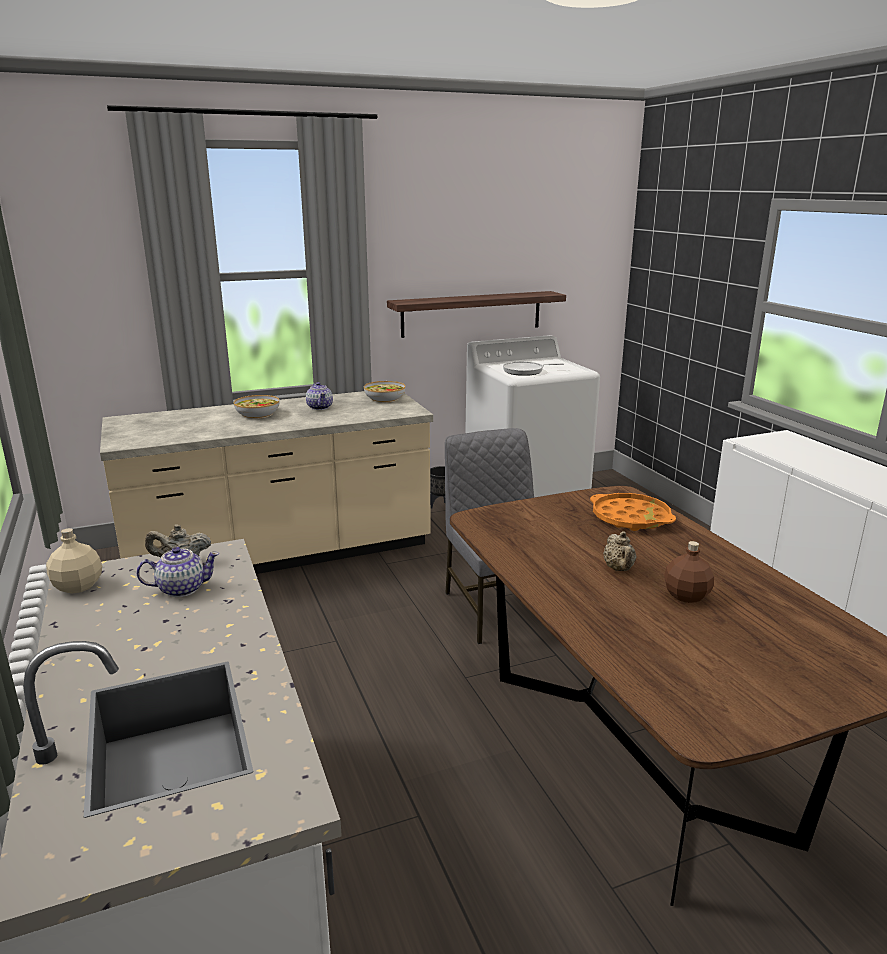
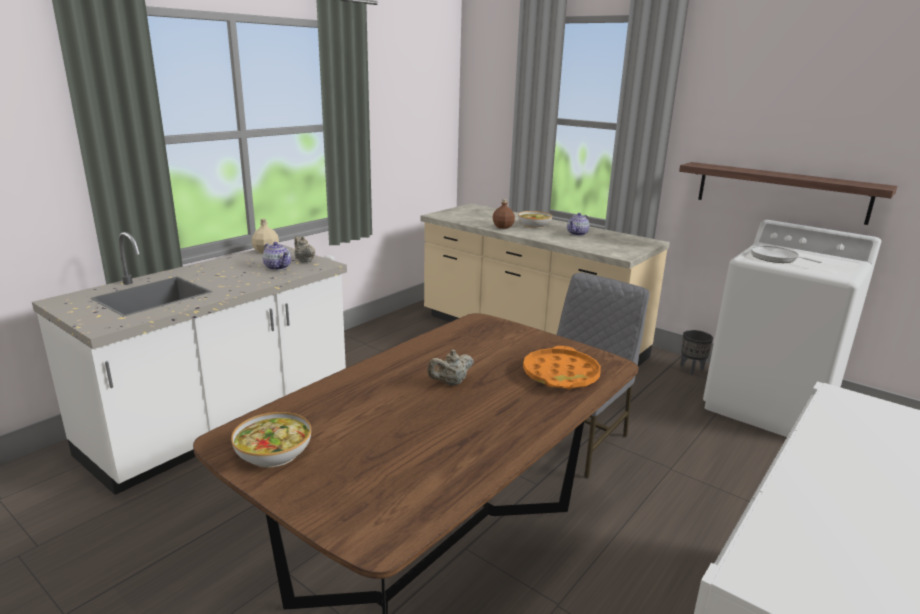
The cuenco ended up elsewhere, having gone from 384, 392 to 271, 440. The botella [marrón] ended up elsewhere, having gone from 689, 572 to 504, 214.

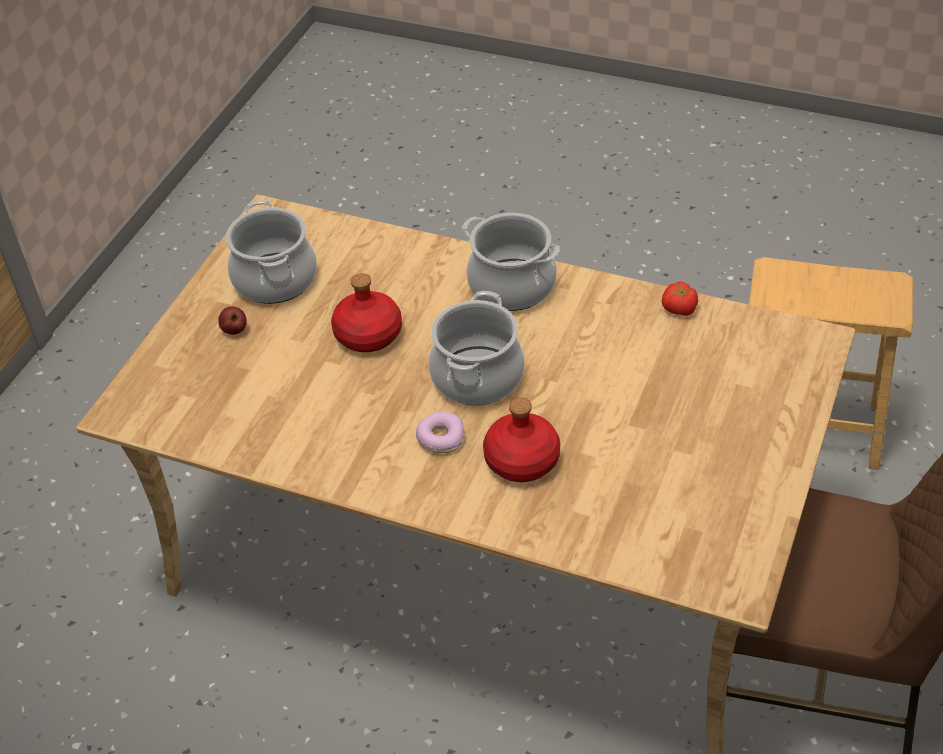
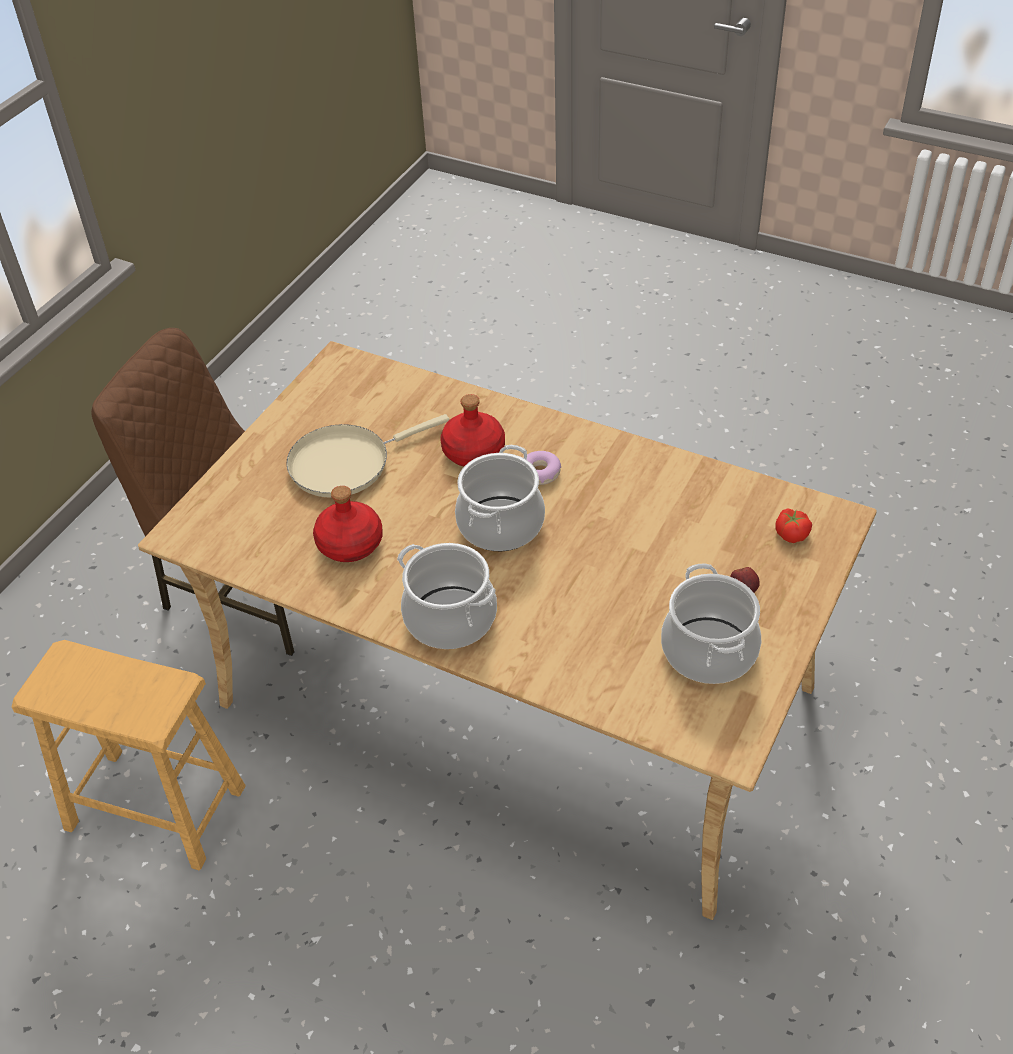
The second view gained the sartén [beis] at 368, 456. The botella [rojo] ended up elsewhere, having gone from 366, 312 to 348, 524. The tomate ended up elsewhere, having gone from 680, 298 to 794, 526.

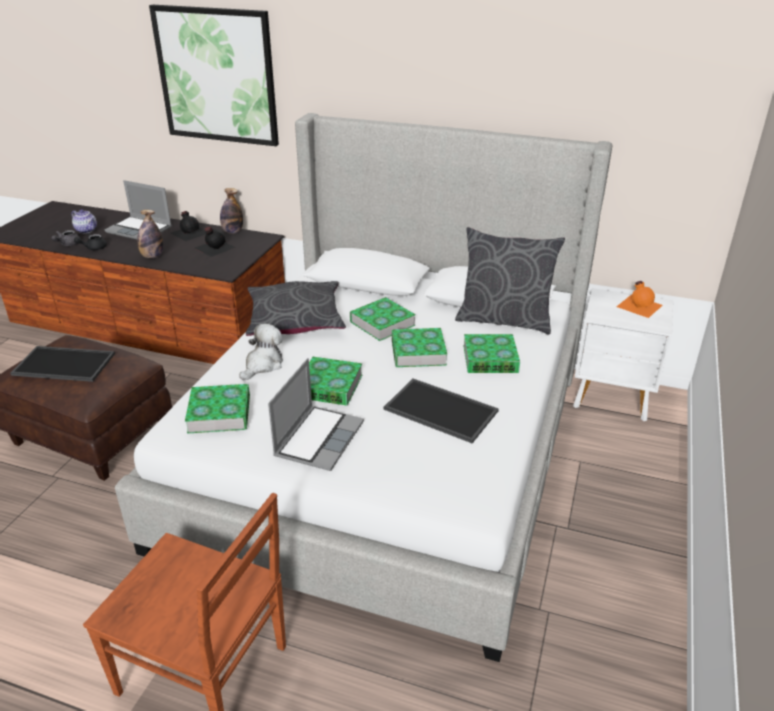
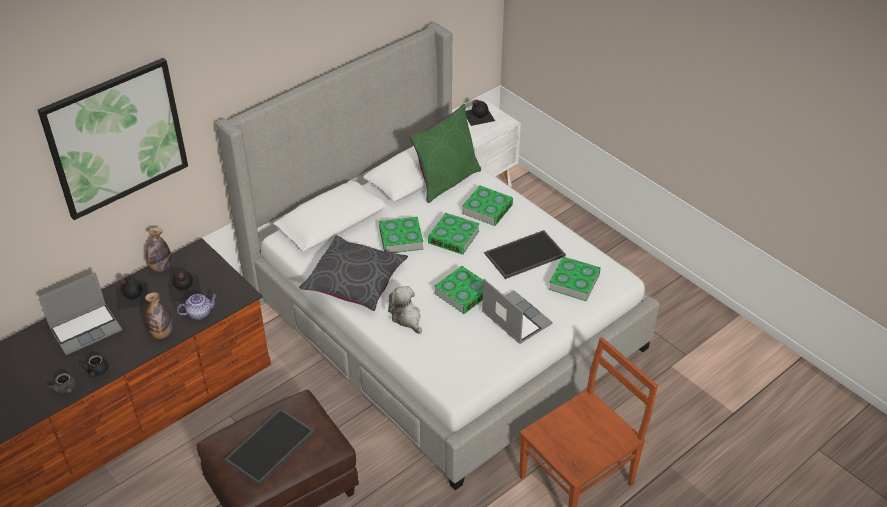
The tetera ended up elsewhere, having gone from 84, 221 to 197, 307. The libro ended up elsewhere, having gone from 217, 409 to 575, 279. What was the cojín [gris] at 510, 281 turned into the cojín [verde] at 445, 153. What was the botella [naranja] at 640, 299 turned into the botella [negro] at 480, 113.

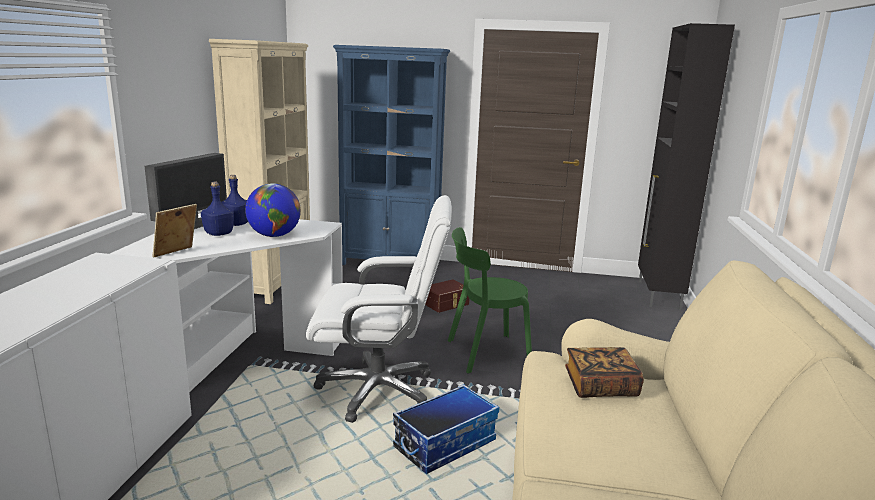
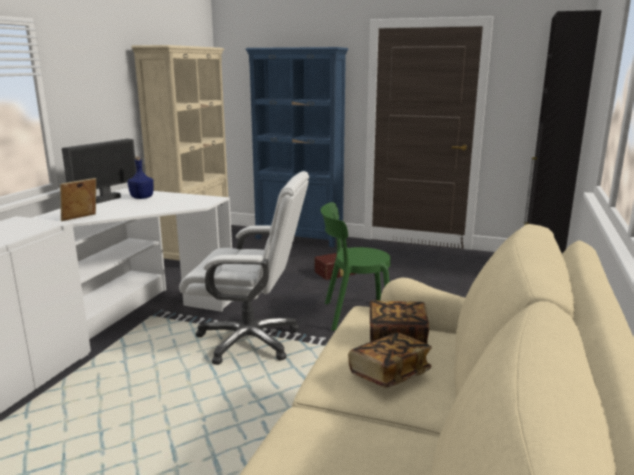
The second view lost the botella [azul] at 217, 209. The second view lost the globo terráqueo at 273, 210. The second view lost the caja de almacenaje at 446, 429. The second view gained the libro at 390, 360.

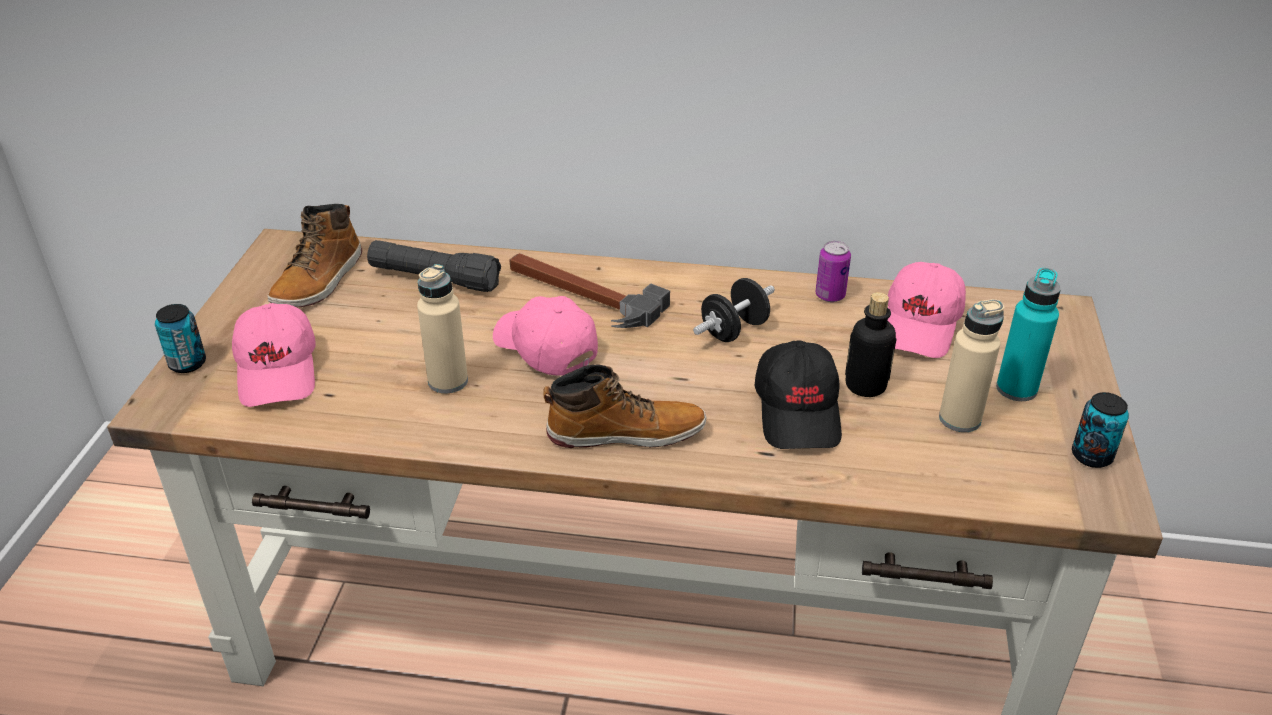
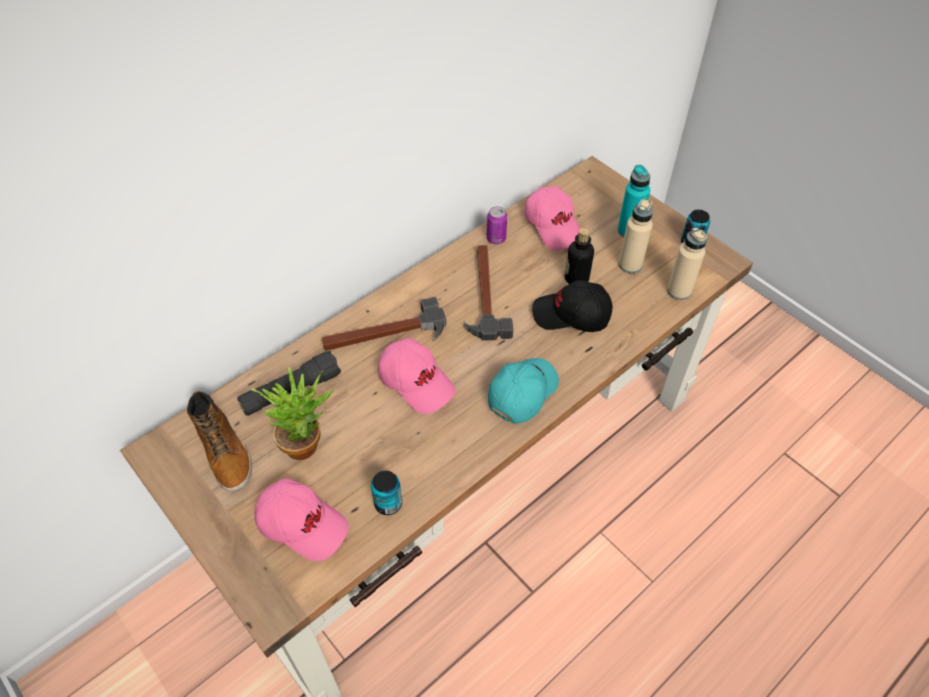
The second view gained the planta en maceta at 292, 413. The lata ended up elsewhere, having gone from 180, 338 to 386, 492. The botella [beis] ended up elsewhere, having gone from 442, 328 to 687, 263. Where the bota stood at 625, 406, the gorra [turquesa] came to stand at 523, 391. Where the mancuerna [negro] stood at 734, 310, the martillo came to stand at 488, 293. The gorra [rosa] at 545, 336 ended up facing another way, 135 degrees counterclockwise from before. The gorra [negro] at 798, 394 ended up facing another way, 150 degrees clockwise from before.

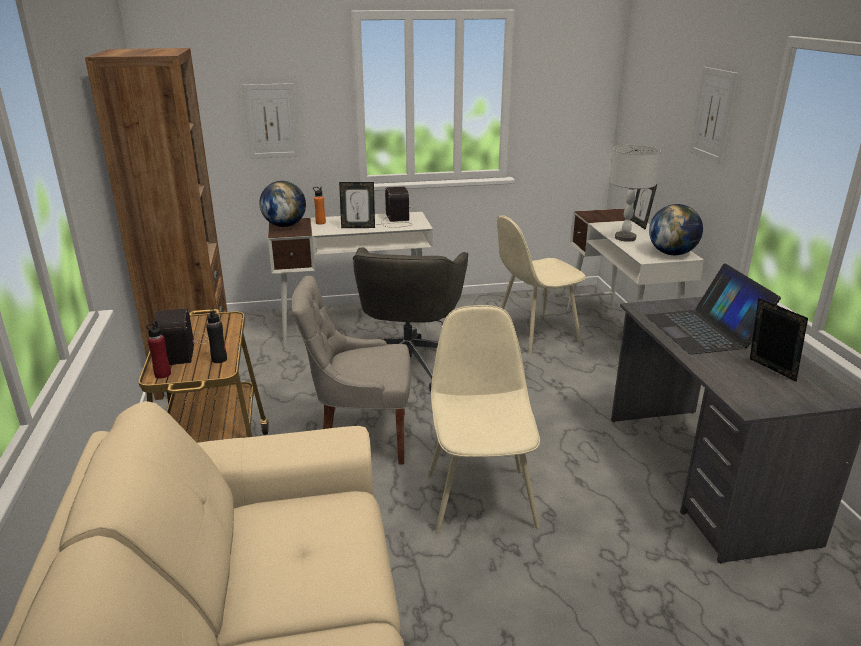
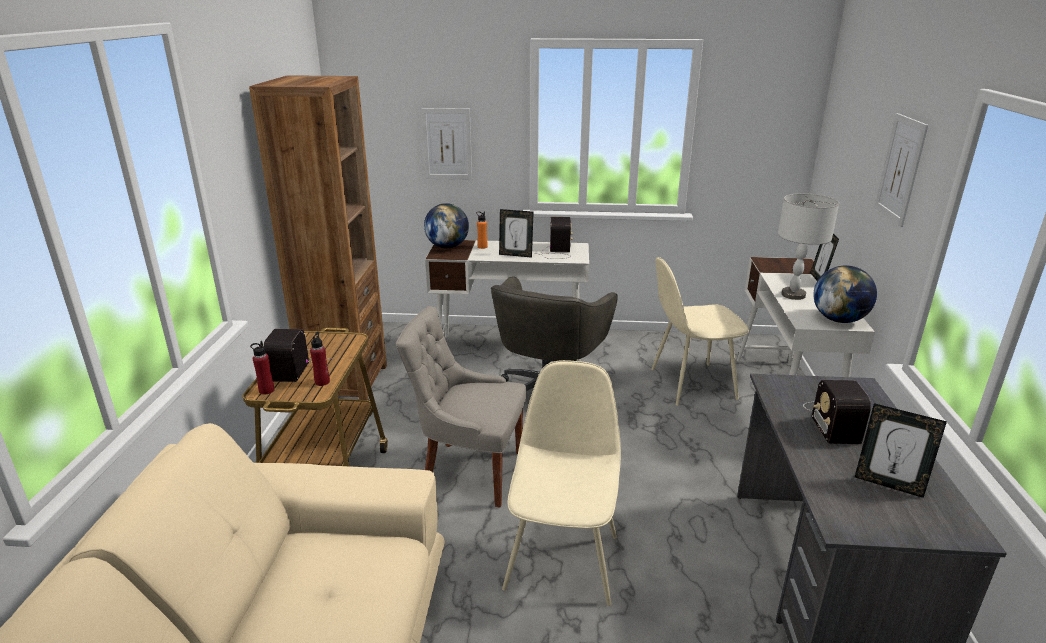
Where the portátil stood at 713, 308, the radio came to stand at 837, 412. What was the botella [negro] at 216, 334 turned into the botella [rojo] at 320, 359. The portarretratos at 779, 340 ended up facing another way, 135 degrees clockwise from before.

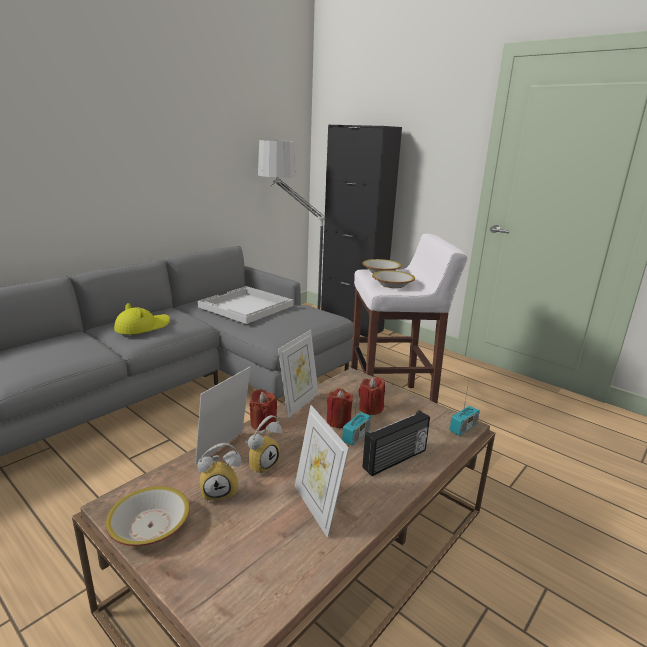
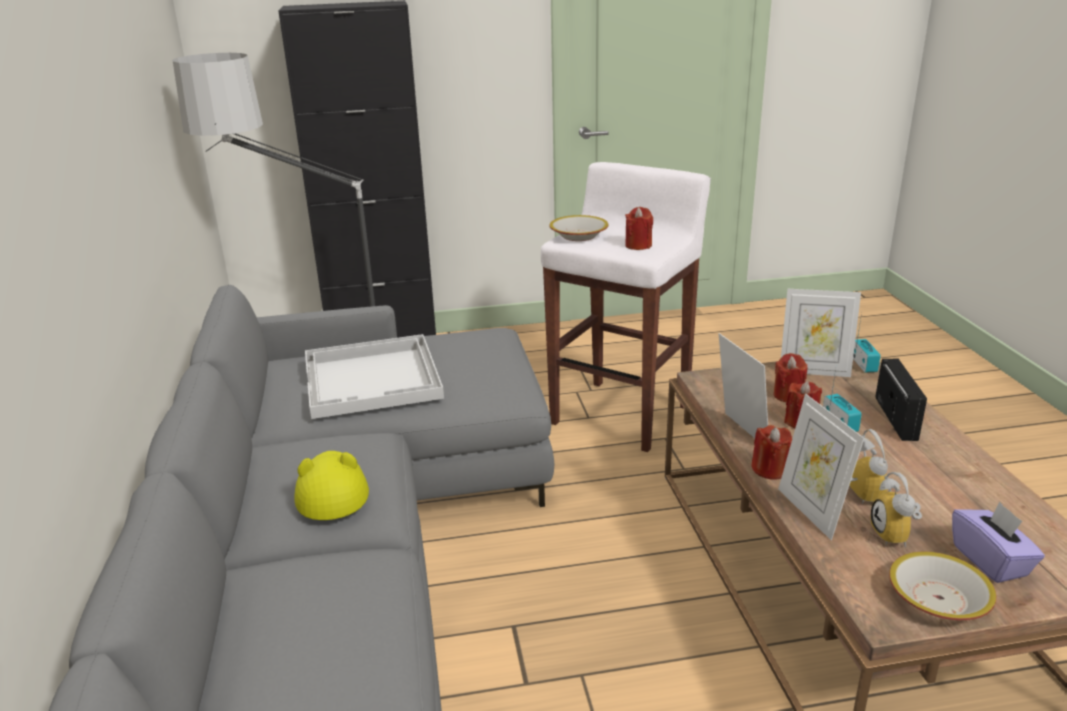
The second view gained the caja de pañuelos [morado] at 998, 542. The portarretratos ended up elsewhere, having gone from 322, 471 to 821, 333. Where the cuenco stood at 393, 279, the vela [rojo] came to stand at 639, 228. The despertador at 219, 472 ended up facing another way, 150 degrees clockwise from before.

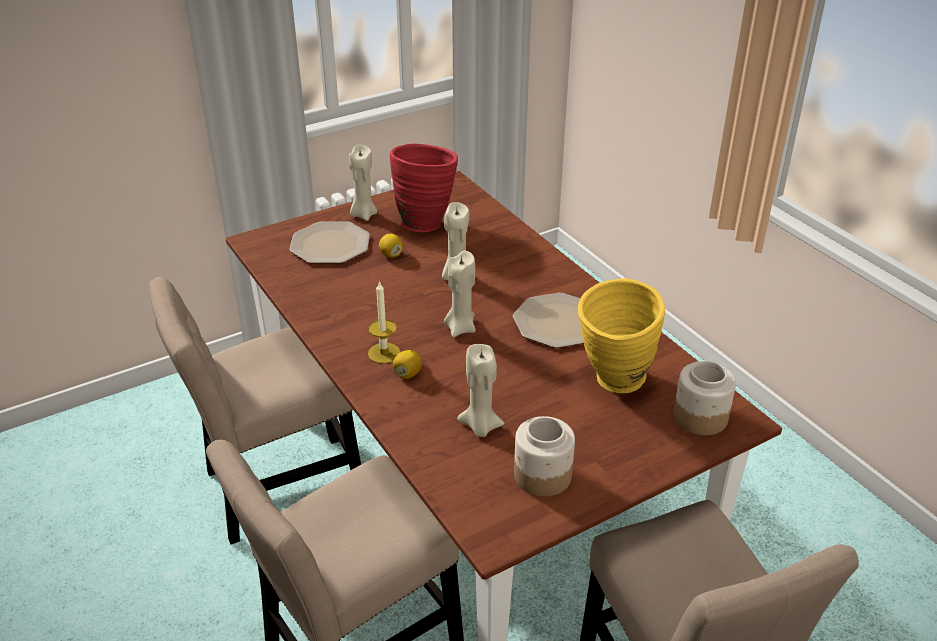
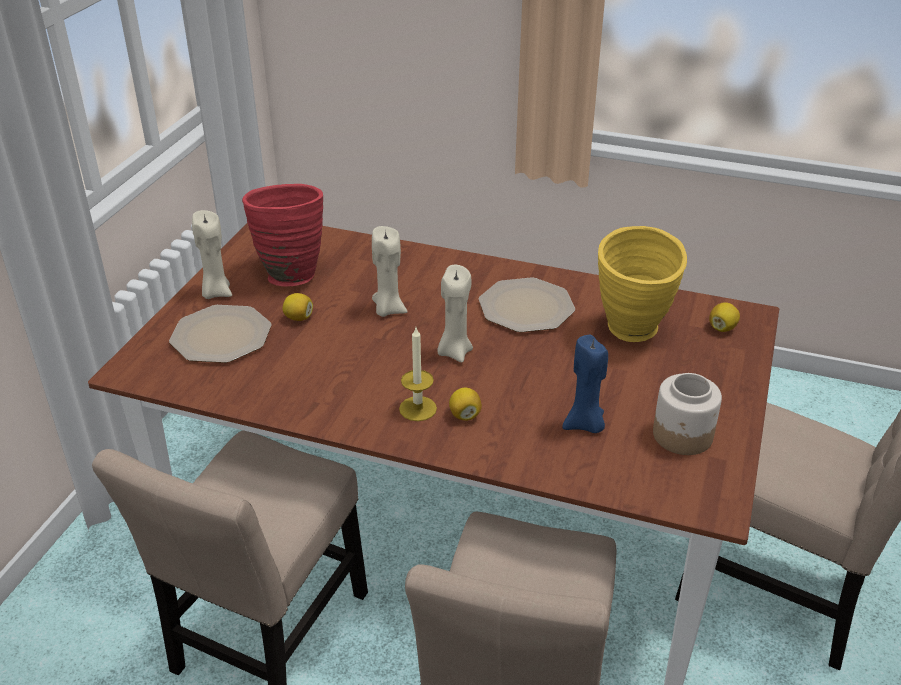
Where the tarro stood at 705, 398, the limón came to stand at 724, 317. What was the vela [beis] at 481, 390 turned into the vela [azul] at 585, 384.

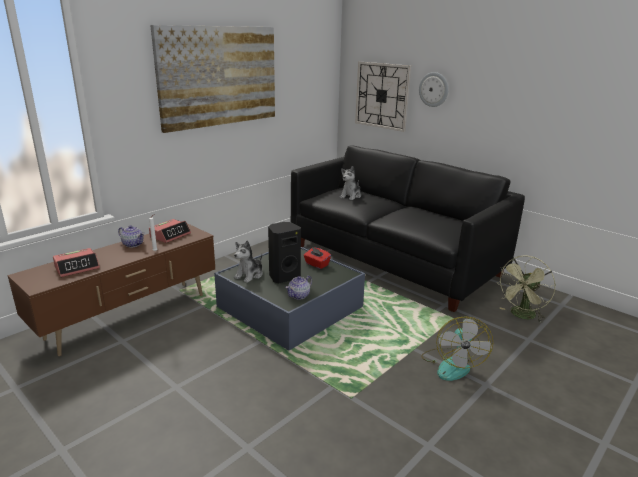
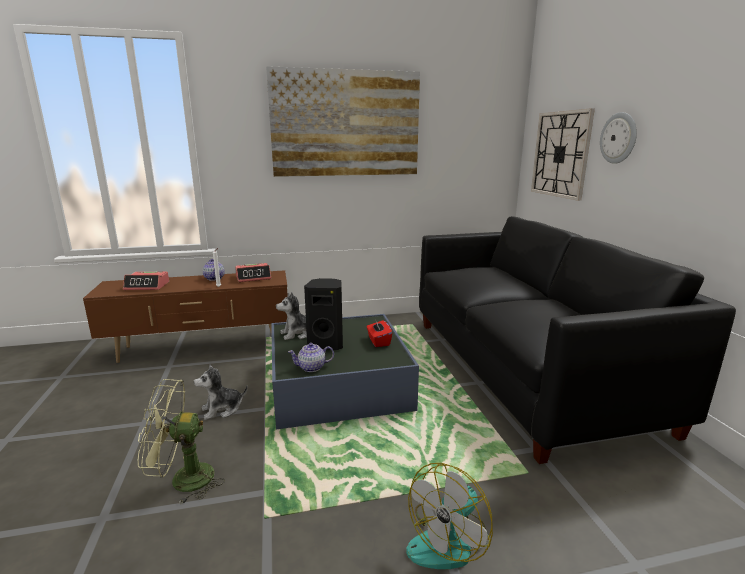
The peluche ended up elsewhere, having gone from 350, 183 to 221, 392. The ventilador [verde] ended up elsewhere, having gone from 525, 289 to 181, 442.

